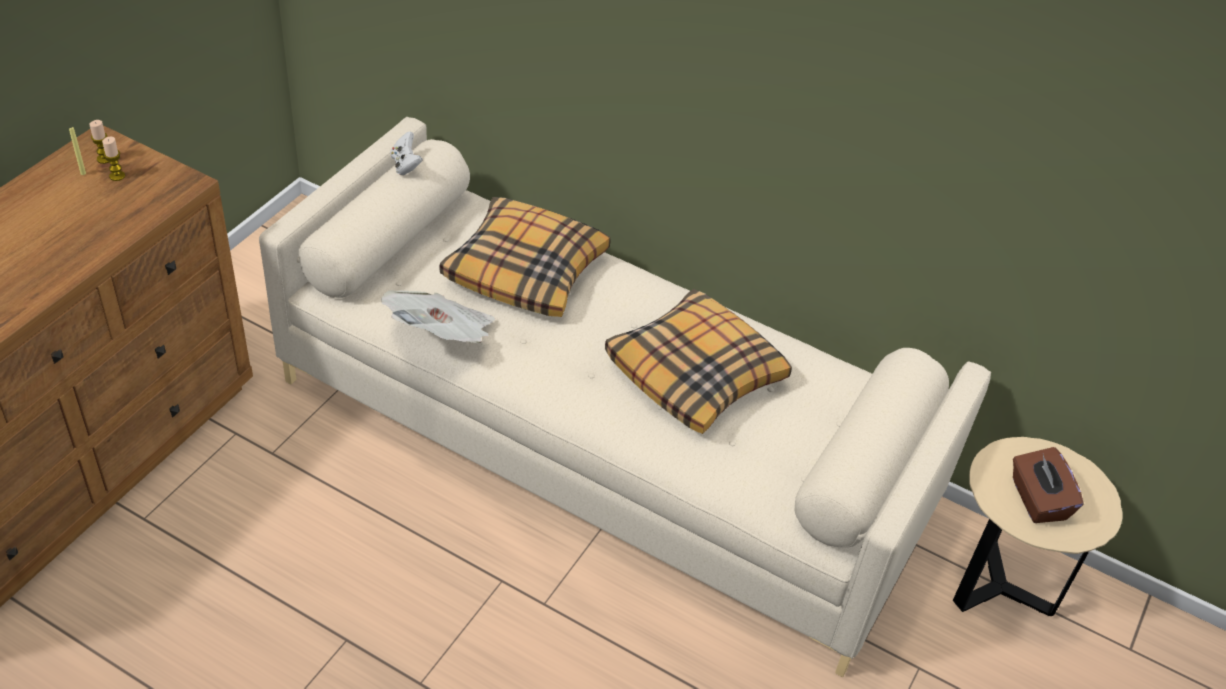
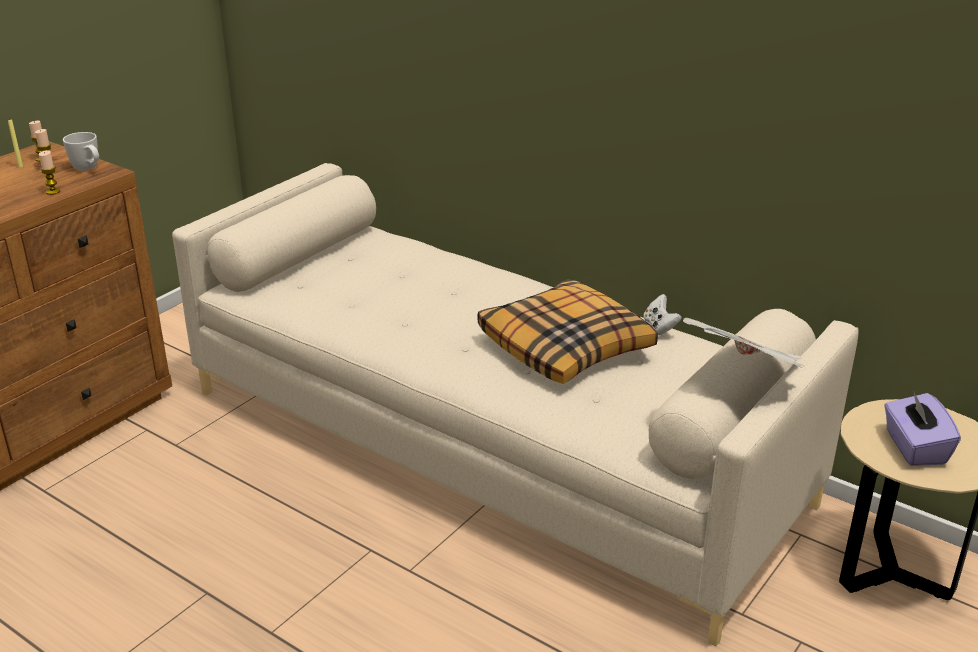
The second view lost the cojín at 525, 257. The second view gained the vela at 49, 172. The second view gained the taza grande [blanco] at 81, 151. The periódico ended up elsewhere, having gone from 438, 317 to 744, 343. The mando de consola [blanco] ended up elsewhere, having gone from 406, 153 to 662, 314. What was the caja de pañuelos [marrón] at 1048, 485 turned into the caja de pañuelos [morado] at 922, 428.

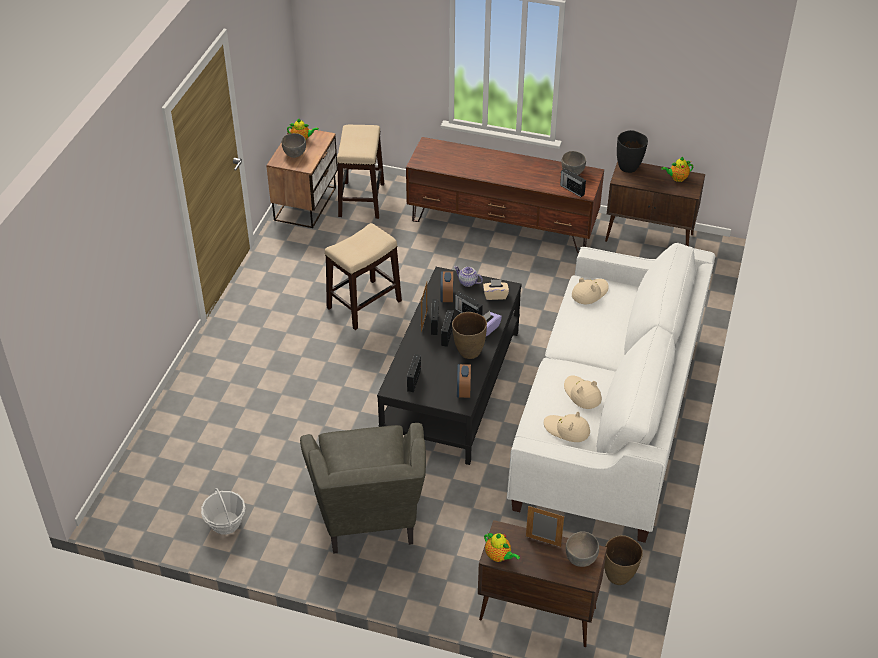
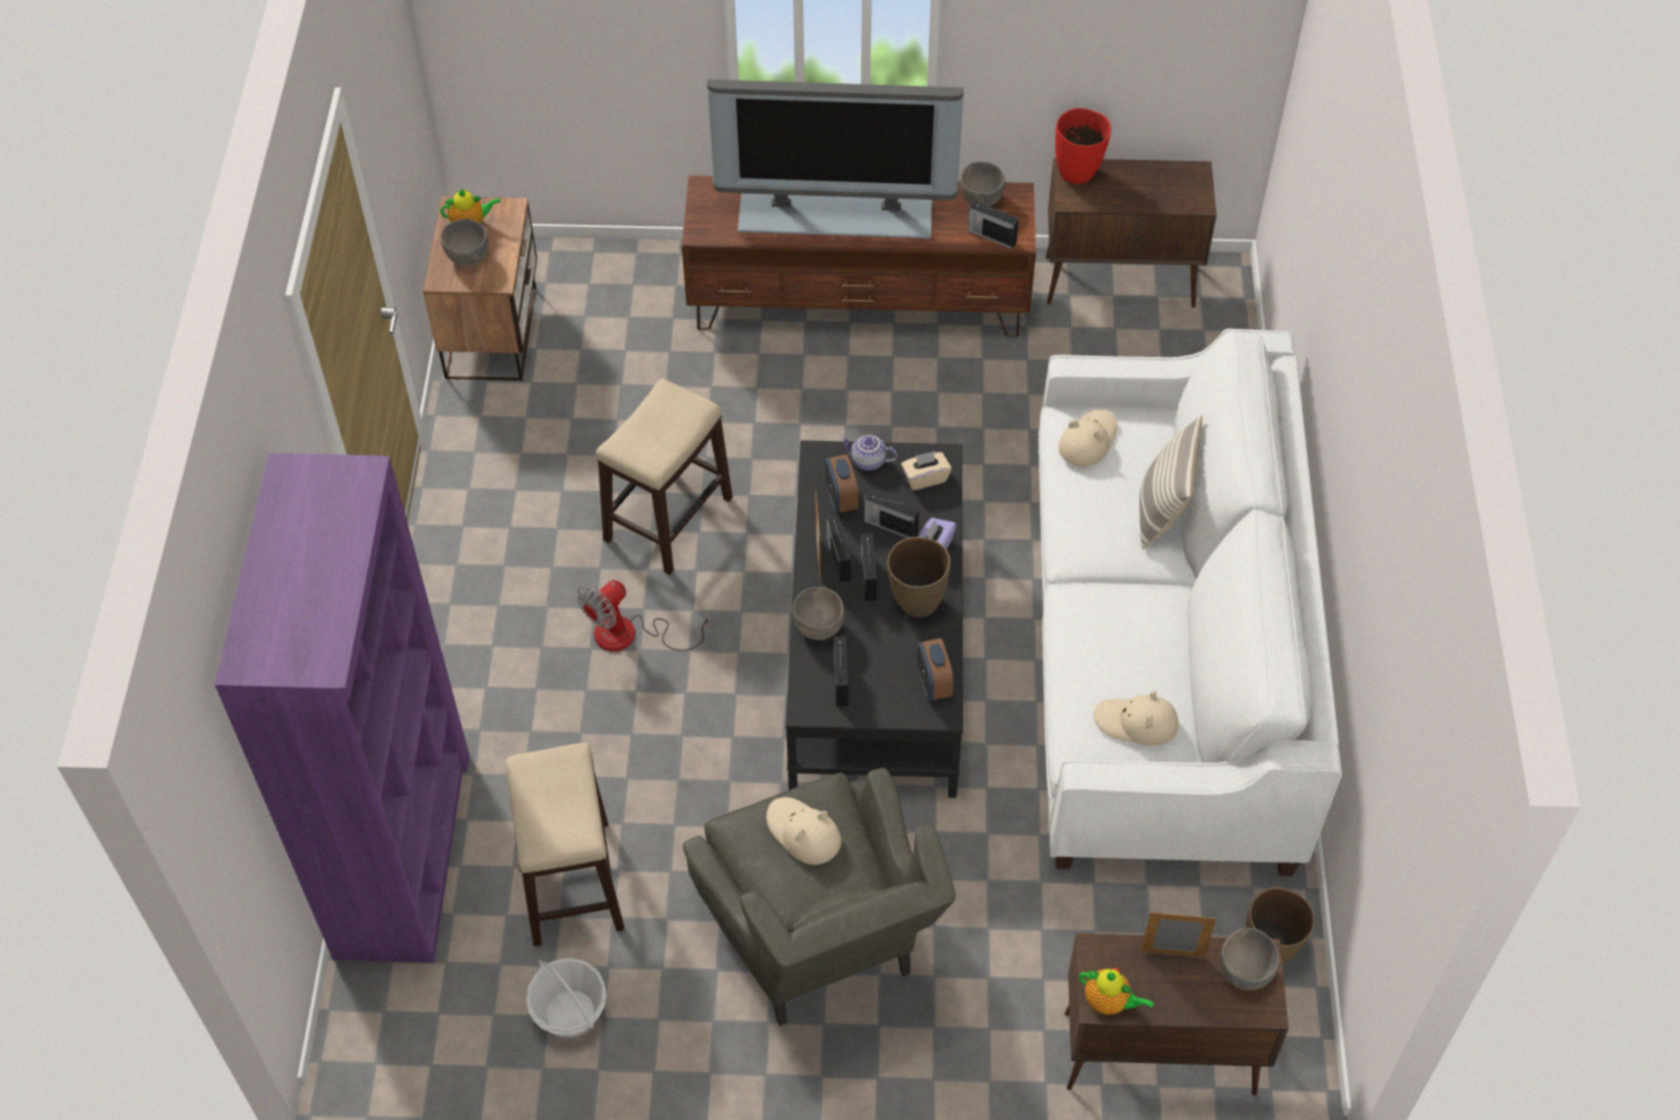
The second view lost the tetera at 677, 169. The second view gained the estantería [morado] at 342, 708. The second view gained the ventilador at 644, 615. The second view gained the televisor at 835, 159. The second view gained the cuenco [gris] at 818, 613. The second view gained the cojín at 1170, 482. The taburete ended up elsewhere, having gone from 360, 172 to 565, 844. The sombrero [beis] ended up elsewhere, having gone from 583, 392 to 803, 831. What was the florero [negro] at 632, 151 turned into the florero [rojo] at 1083, 146.

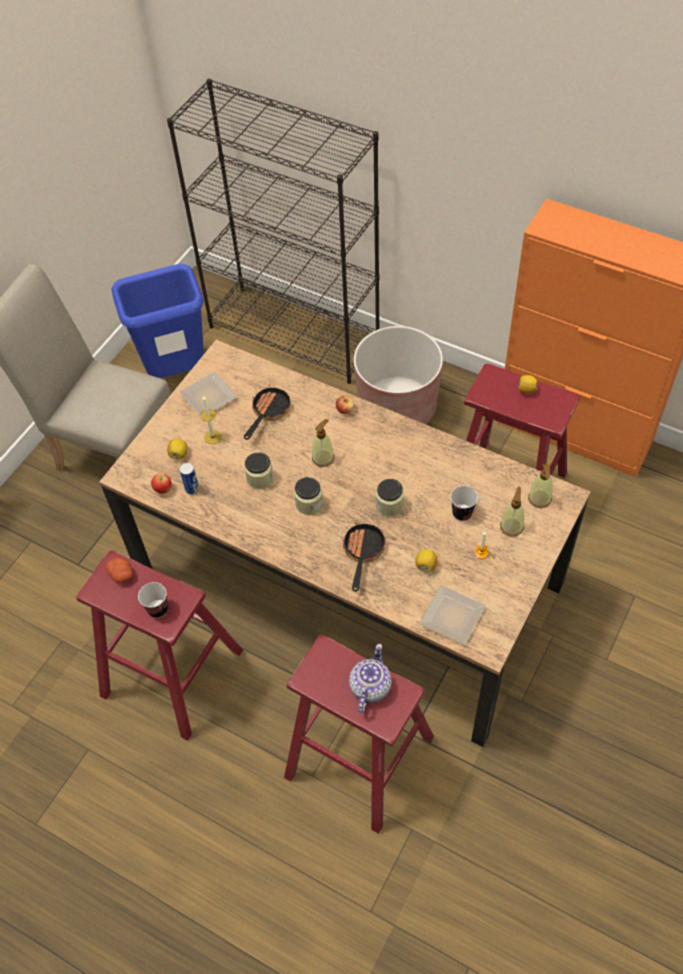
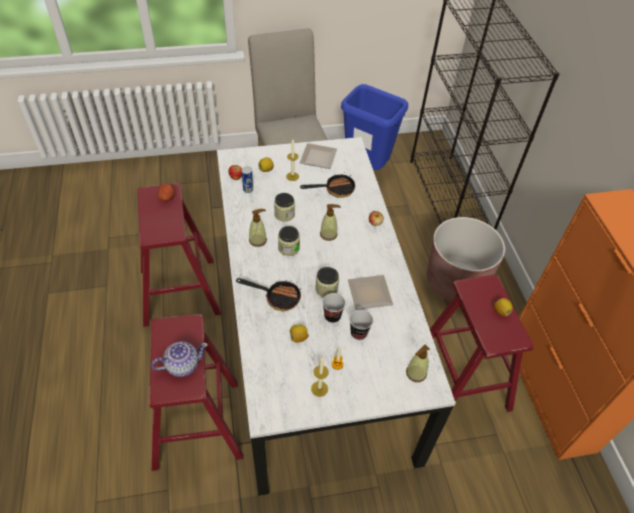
The second view gained the vela at 320, 377. The taza ended up elsewhere, having gone from 153, 600 to 334, 308. The plato ended up elsewhere, having gone from 452, 615 to 370, 292. The dispensador de jabón ended up elsewhere, having gone from 512, 512 to 258, 228. What was the mesa de comedor [marrón] at 345, 543 turned into the mesa de comedor [blanco] at 336, 316. The sartén at 364, 557 ended up facing another way, 45 degrees clockwise from before.

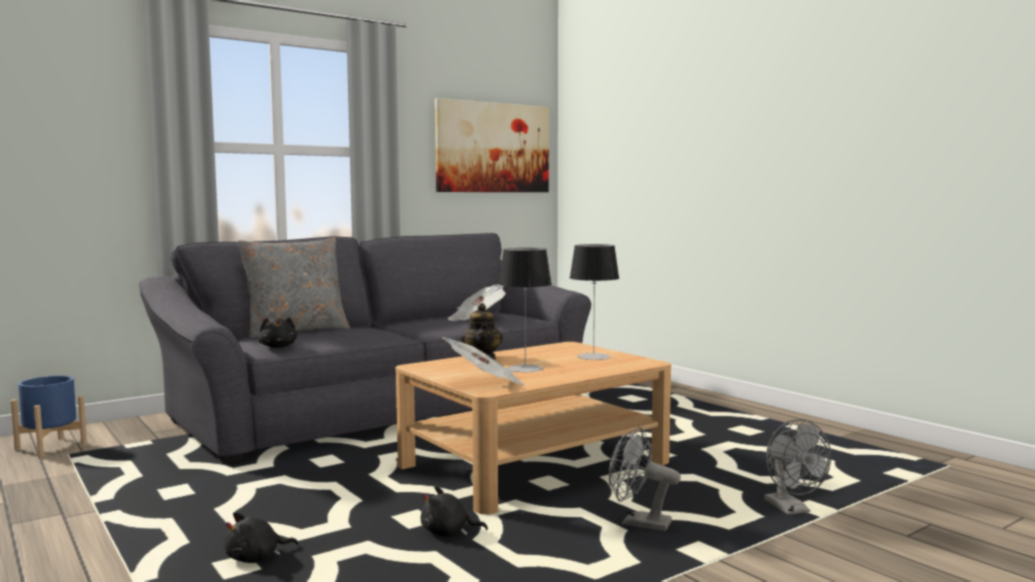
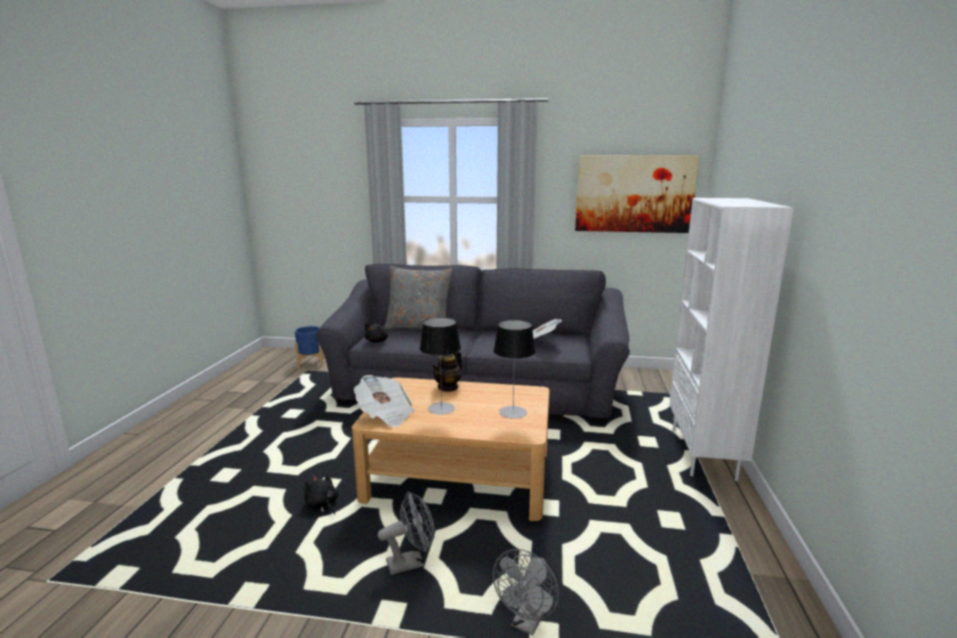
The second view lost the peluche [negro] at 261, 537. The second view gained the estantería [blanco] at 731, 339. The ventilador [gris] at 645, 479 ended up facing another way, 90 degrees clockwise from before.

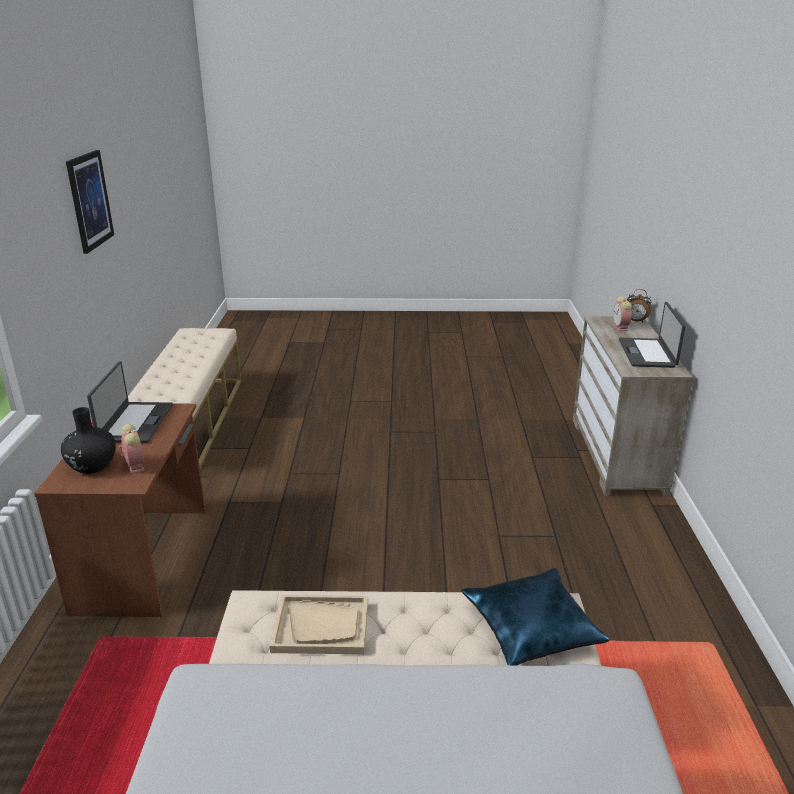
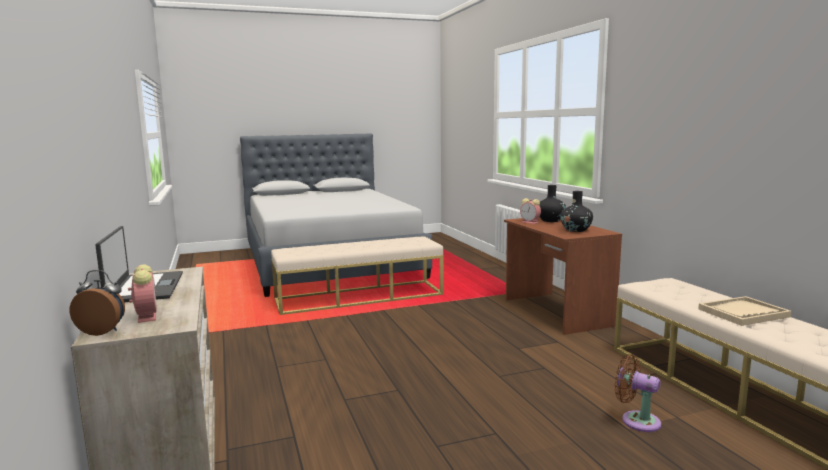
The second view lost the cuadro at 90, 202. The second view lost the cojín [azul] at 535, 617. The second view gained the ventilador [marrón] at 638, 393. The bandeja [beis] ended up elsewhere, having gone from 319, 624 to 744, 311. Where the portátil stood at 130, 402, the florero [negro] came to stand at 576, 211.

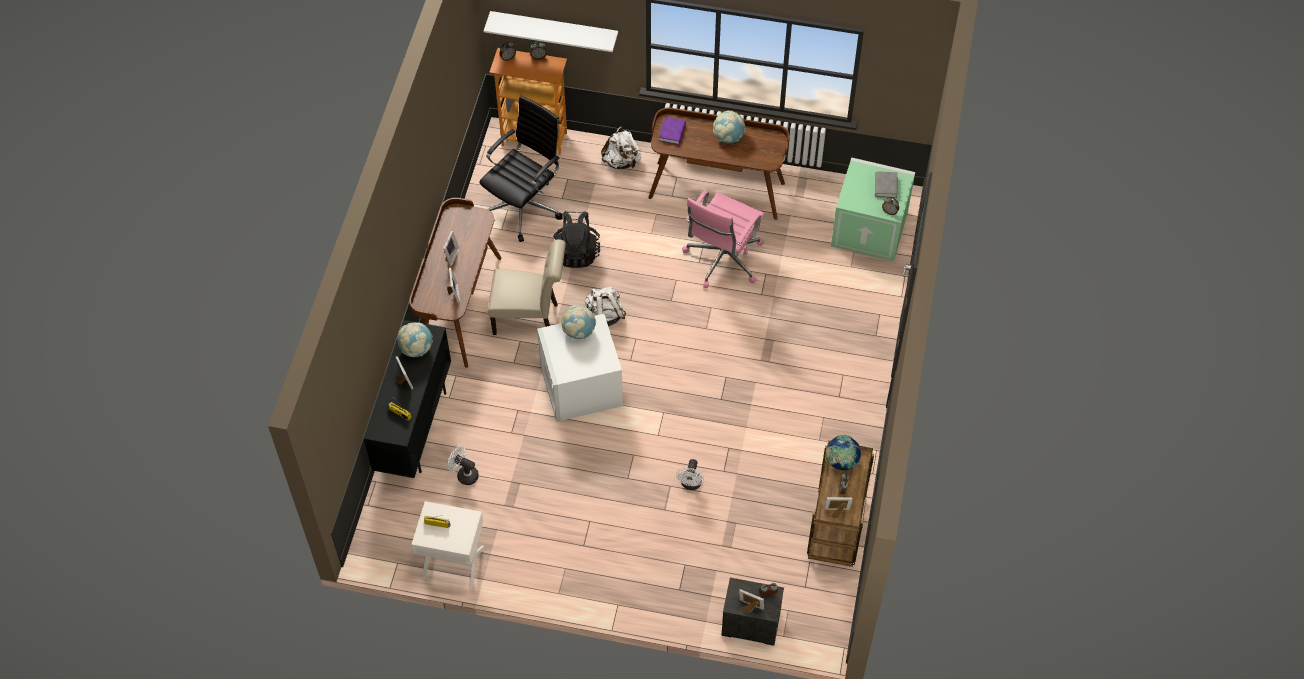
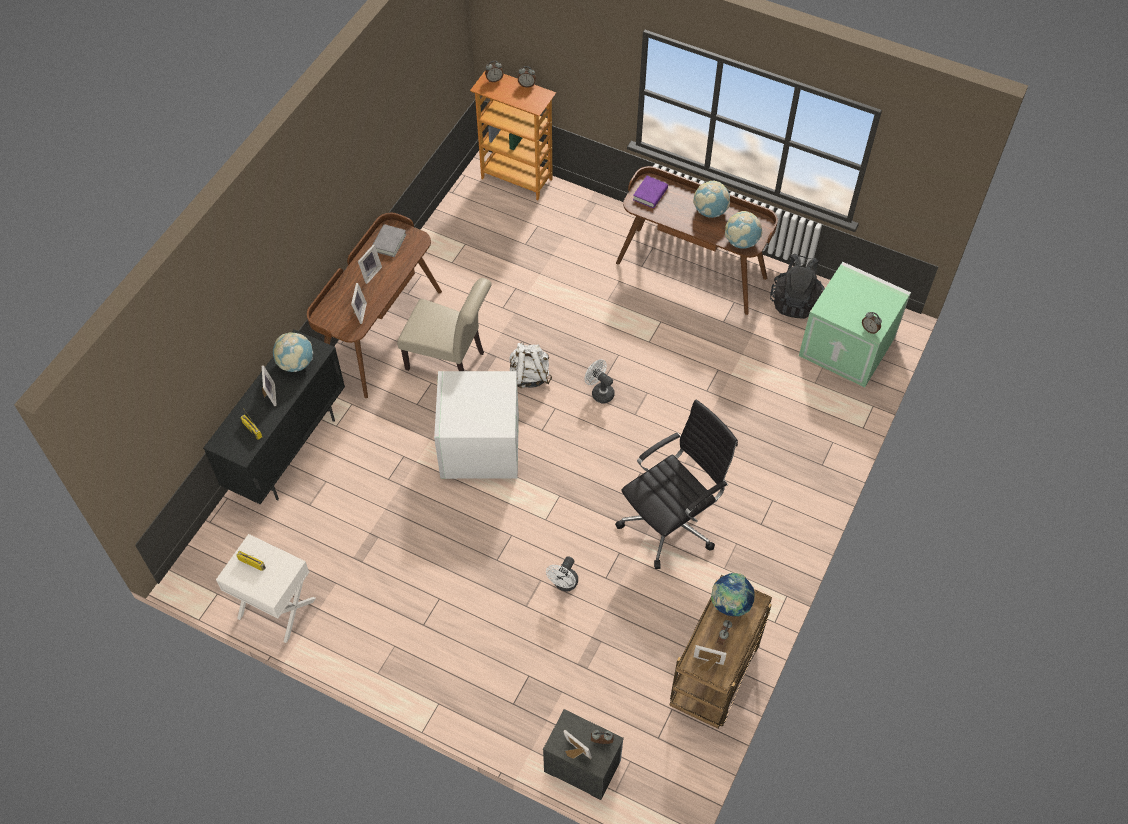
The second view lost the estante [blanco] at 550, 31. The second view lost the mochila [blanco] at 621, 148. The second view lost the silla de oficina [rosa] at 723, 239. The ventilador [blanco] ended up elsewhere, having gone from 463, 465 to 600, 381. The silla de oficina [negro] ended up elsewhere, having gone from 521, 169 to 676, 484. The mochila [negro] ended up elsewhere, having gone from 576, 239 to 797, 286. The globo terráqueo ended up elsewhere, having gone from 578, 322 to 744, 230. The libro [gris] ended up elsewhere, having gone from 886, 184 to 389, 240.

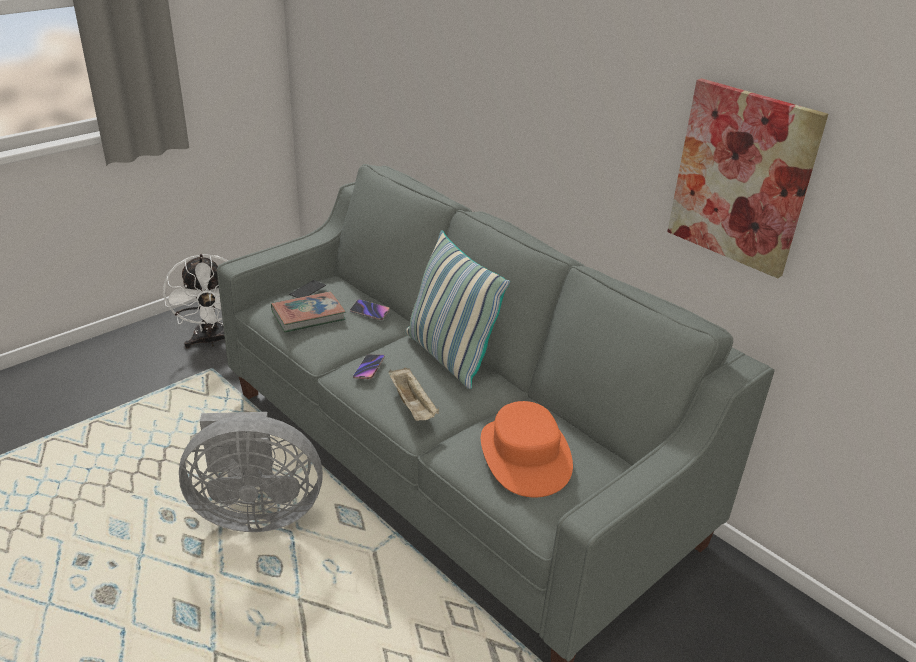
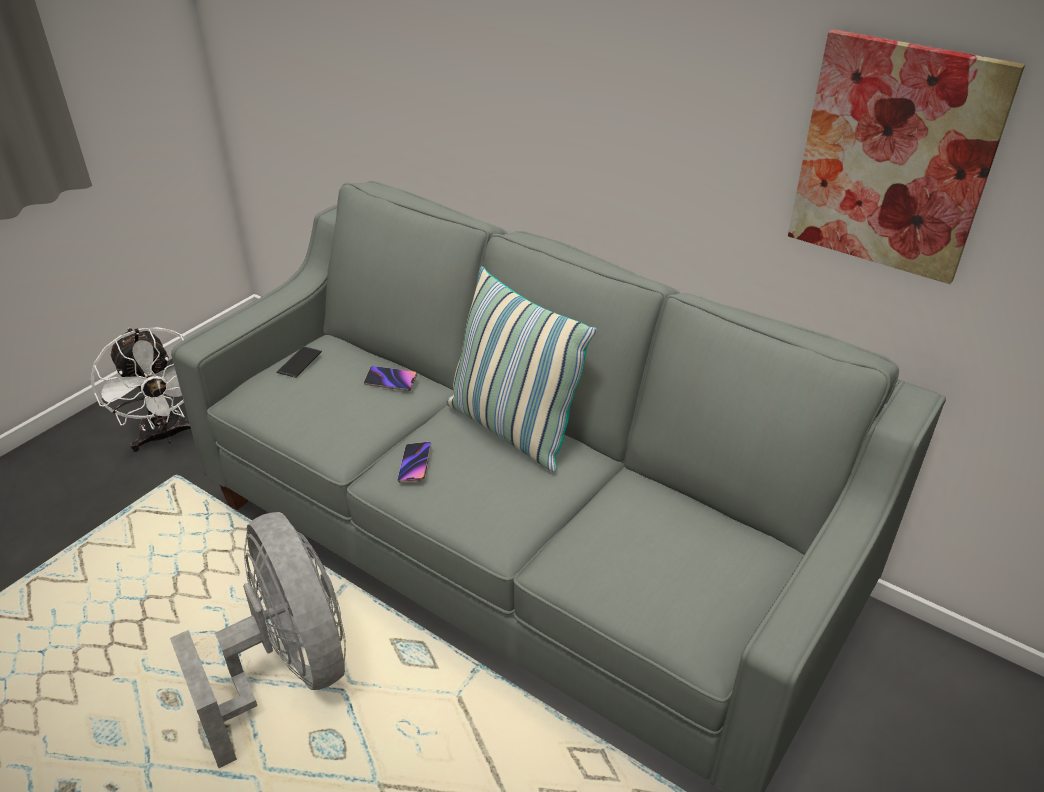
The second view lost the libro at 308, 312. The second view lost the bandeja [beis] at 413, 394. The second view lost the sombrero [naranja] at 527, 449. The ventilador [gris] at 251, 472 ended up facing another way, 105 degrees counterclockwise from before.

